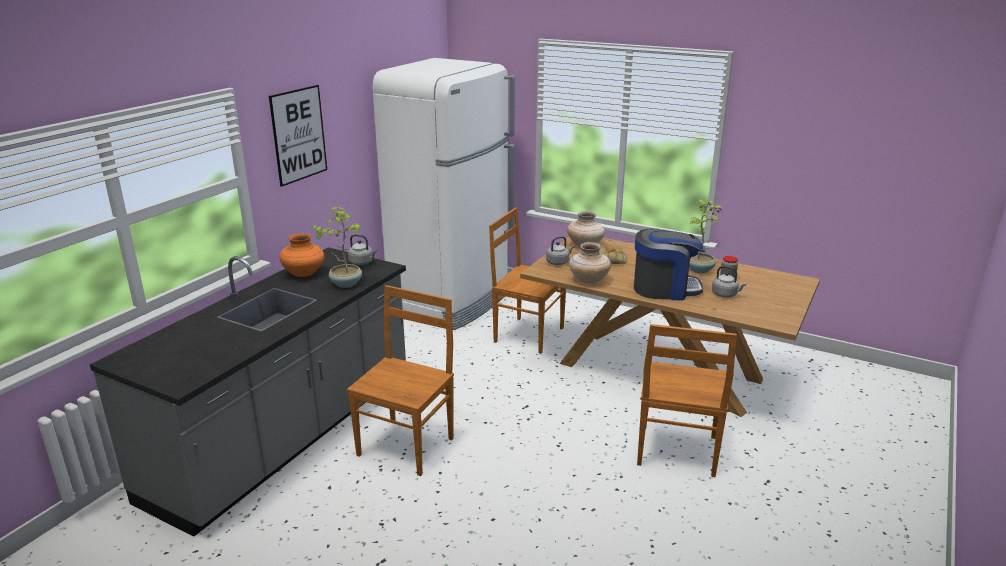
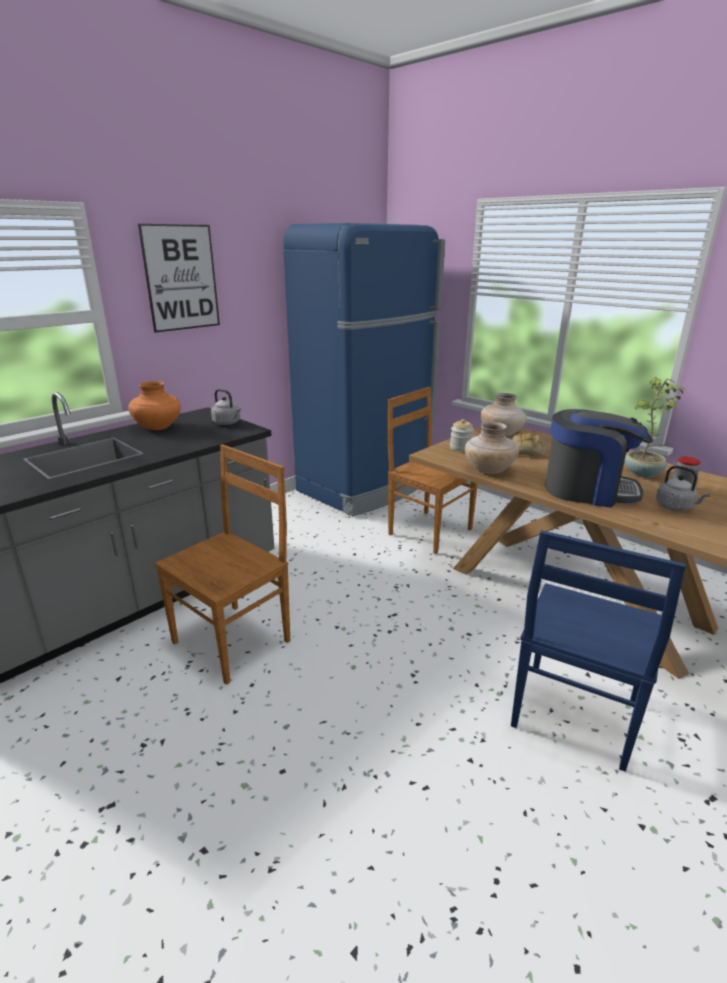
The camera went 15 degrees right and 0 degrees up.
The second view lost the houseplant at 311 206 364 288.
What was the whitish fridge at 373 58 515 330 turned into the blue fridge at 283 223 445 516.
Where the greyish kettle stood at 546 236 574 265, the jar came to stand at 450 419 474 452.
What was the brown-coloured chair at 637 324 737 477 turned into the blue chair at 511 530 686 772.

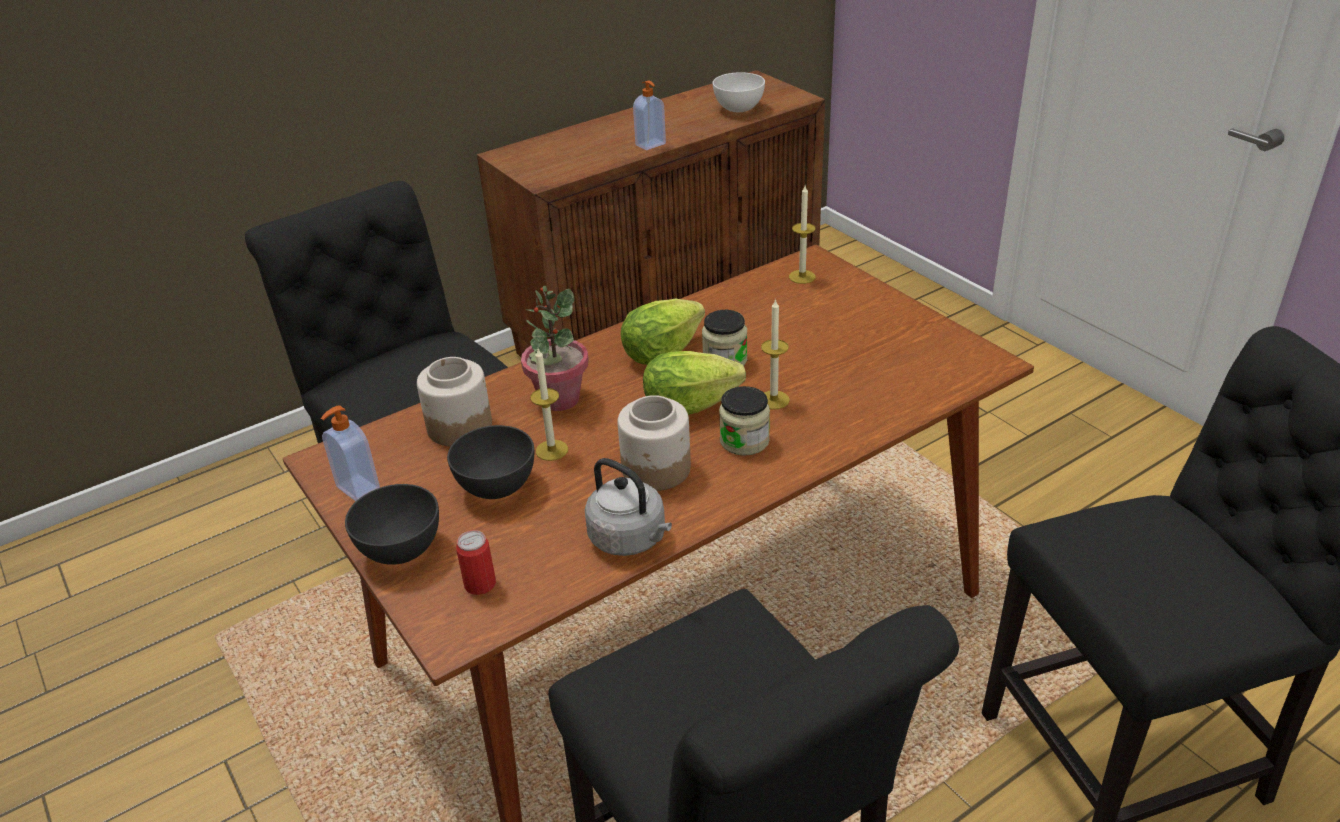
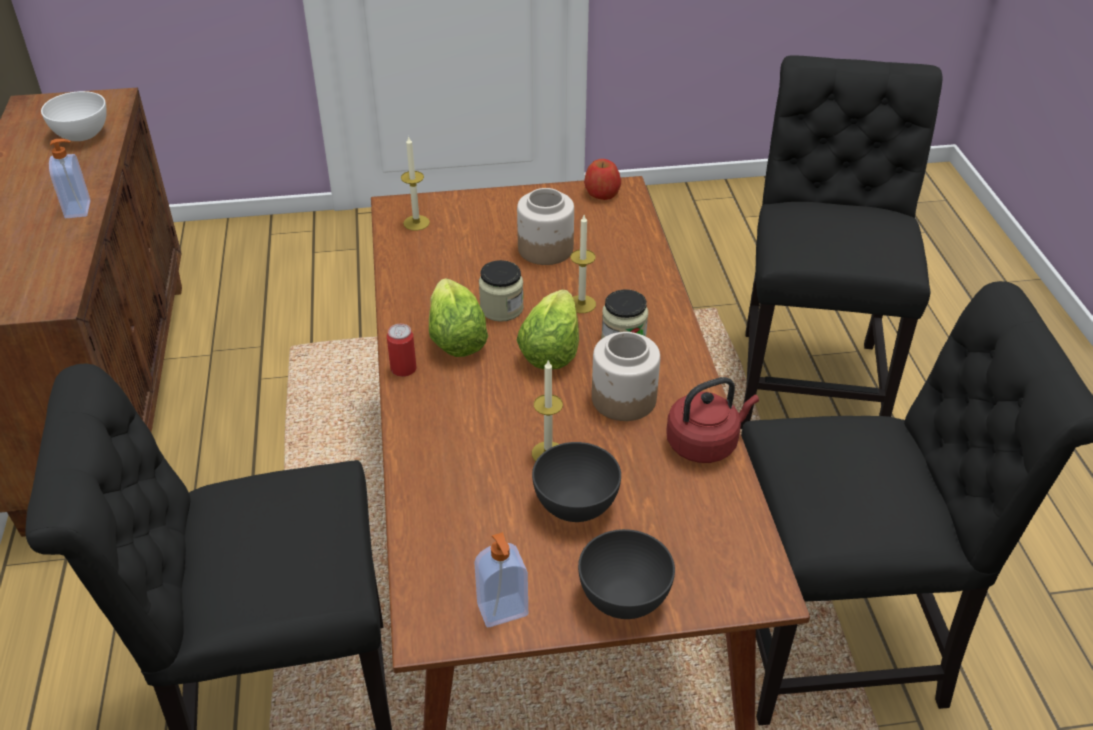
The camera went 65 degrees left and 5 degrees up.
The jar ended up elsewhere, having gone from 417 357 492 447 to 517 188 574 265.
The can ended up elsewhere, having gone from 456 530 496 595 to 387 324 417 377.
The second view lost the houseplant at 521 286 589 411.
What was the greyish kettle at 585 458 672 556 turned into the red kettle at 666 377 759 463.
The second view gained the apple at 584 159 621 200.

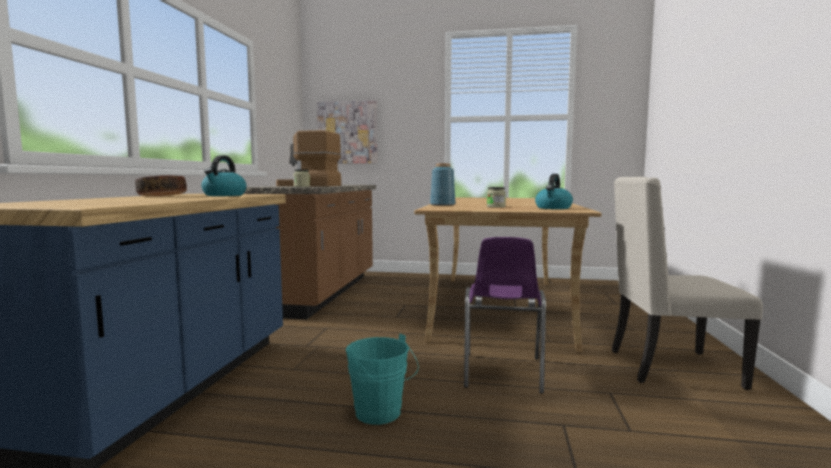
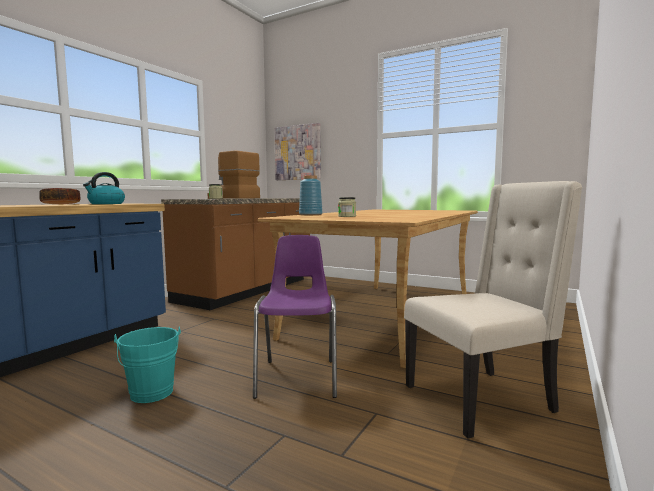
The camera went 20 degrees right and 0 degrees up.
The purple-coloured chair at 464 237 546 394 ended up facing another way, 150 degrees clockwise from before.
The second view lost the kettle at 535 174 573 209.
The beige-coloured chair at 612 177 763 390 ended up facing another way, 135 degrees clockwise from before.

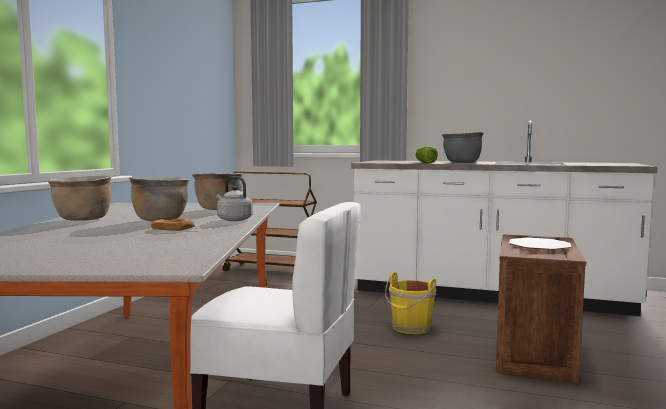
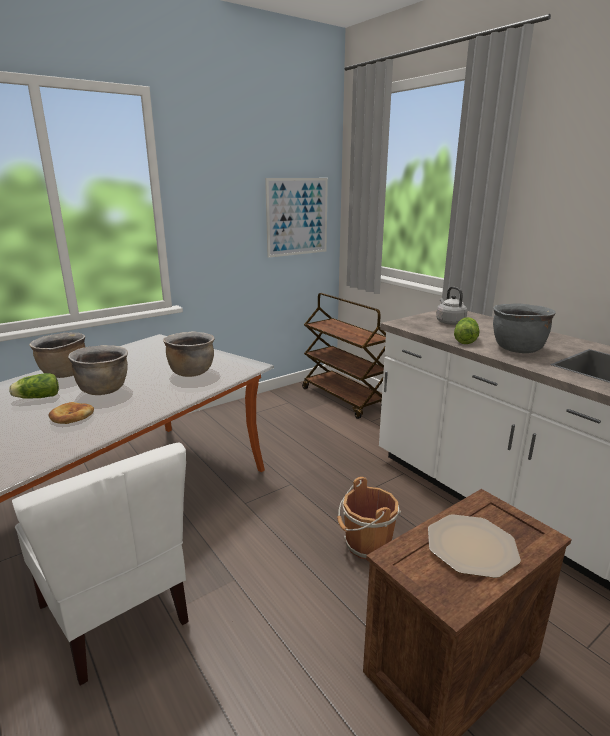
The camera went 35 degrees right and 15 degrees up.
The greyish kettle ended up elsewhere, having gone from 216 176 253 221 to 436 286 468 325.
What was the yellow water bucket at 385 272 436 334 turned into the brown-coloured water bucket at 337 477 401 559.
The second view gained the lettuce head at 9 373 59 399.
The second view gained the wall picture at 265 178 328 258.

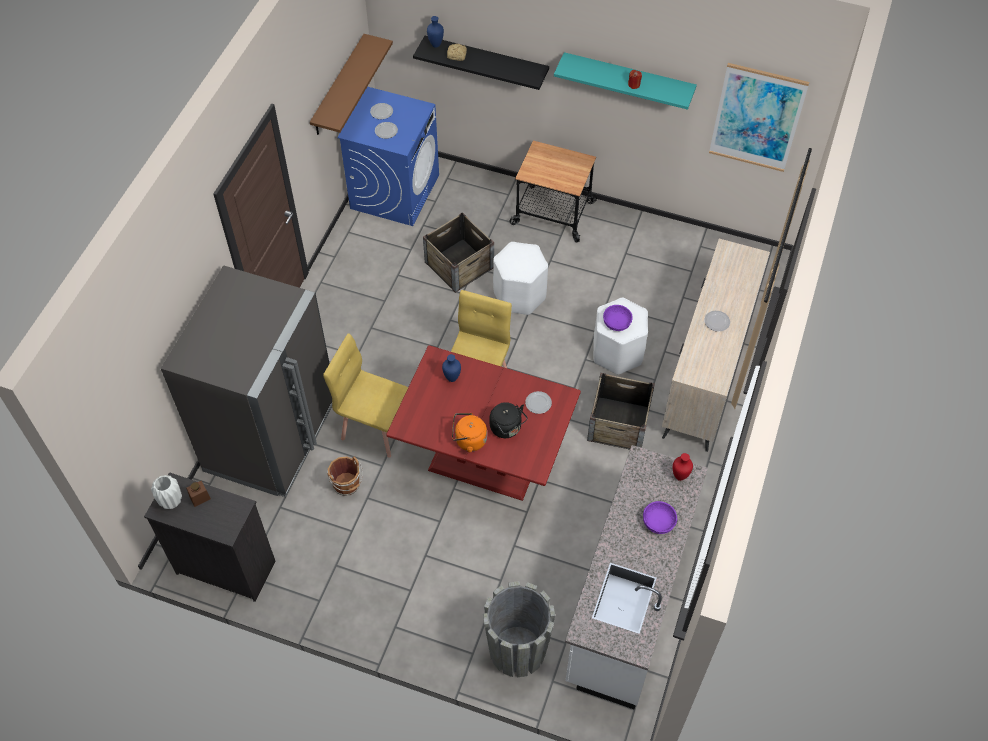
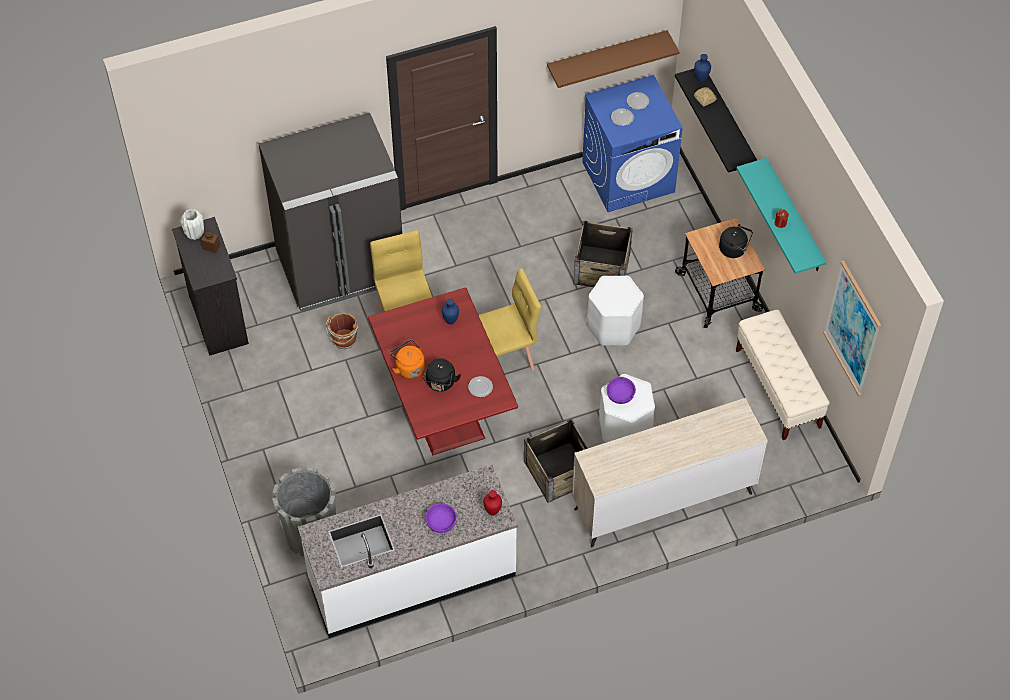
The camera went 50 degrees right and 0 degrees up.
The second view lost the dinner plate at 704 311 730 332.
The second view gained the black kettle at 719 224 753 258.
The second view gained the beige-coloured indoor bench at 736 310 830 440.

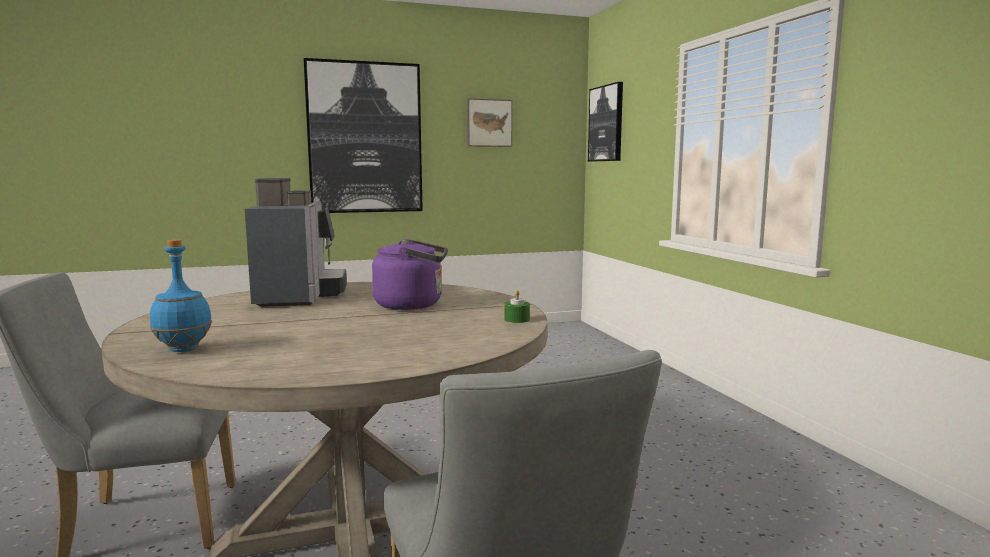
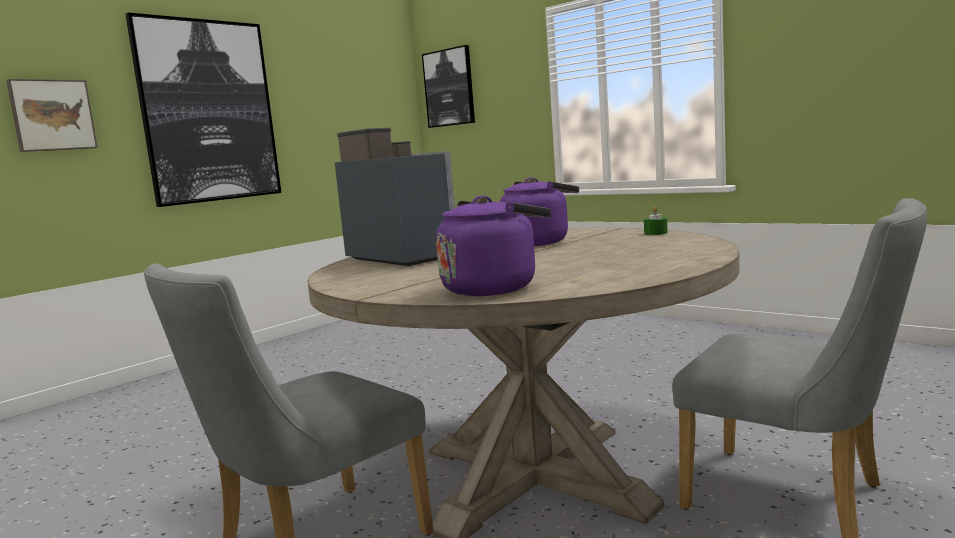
The camera went 30 degrees left and 0 degrees up.
Where the blue beverage bottle stood at 150 239 212 352, the purple-coloured kettle came to stand at 436 195 551 296.
The wall picture ended up elsewhere, having gone from 467 98 512 147 to 6 79 98 152.

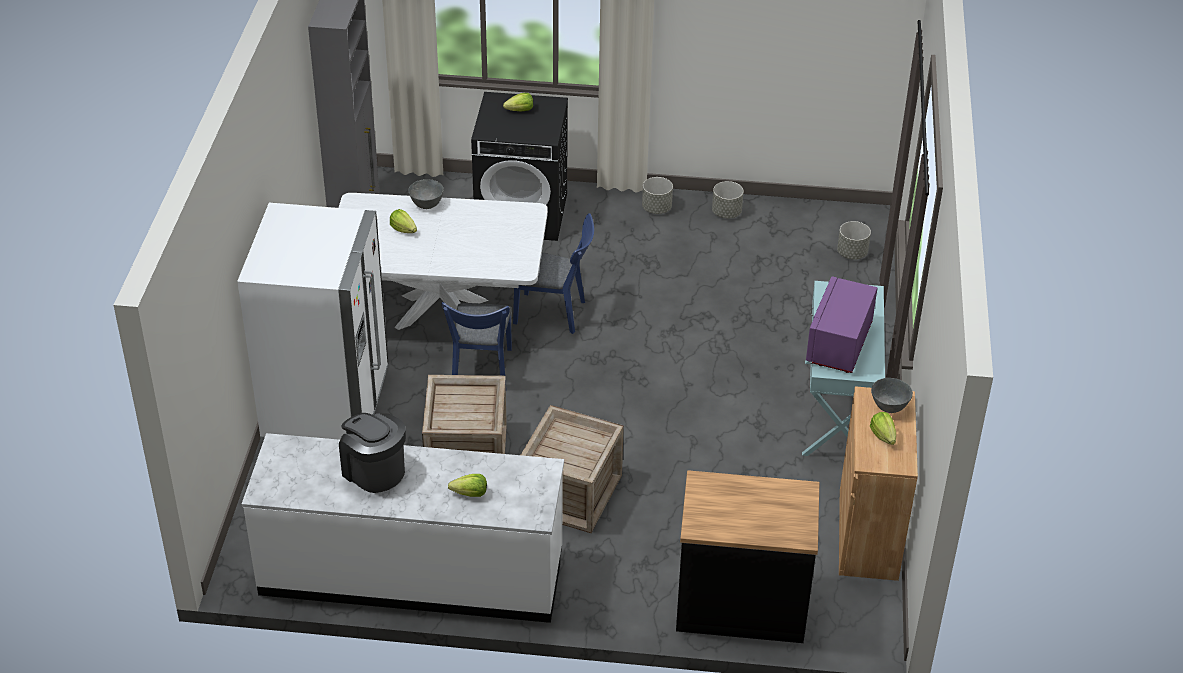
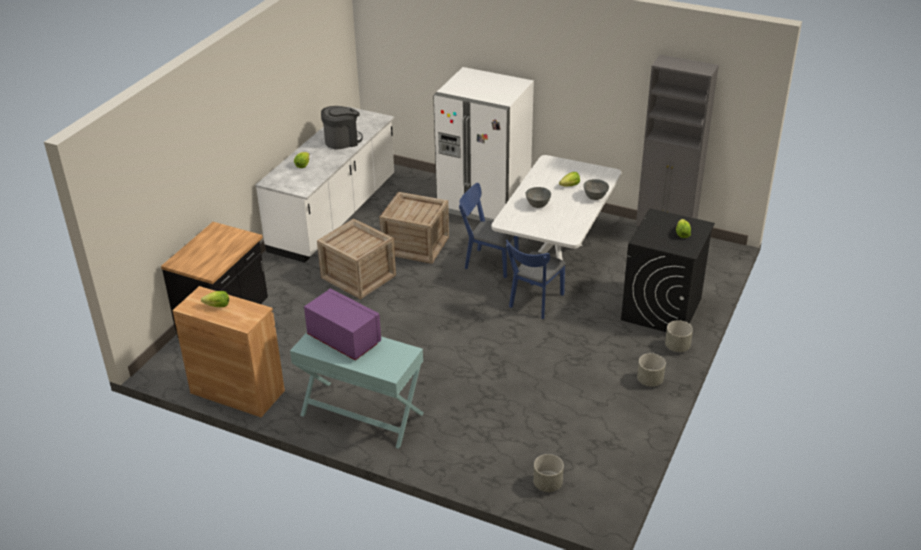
The camera went 110 degrees right and 5 degrees down.
The greyish flower pot ended up elsewhere, having gone from 712 181 744 218 to 665 320 693 352.
The greyish bowl ended up elsewhere, having gone from 871 378 913 413 to 526 187 551 208.

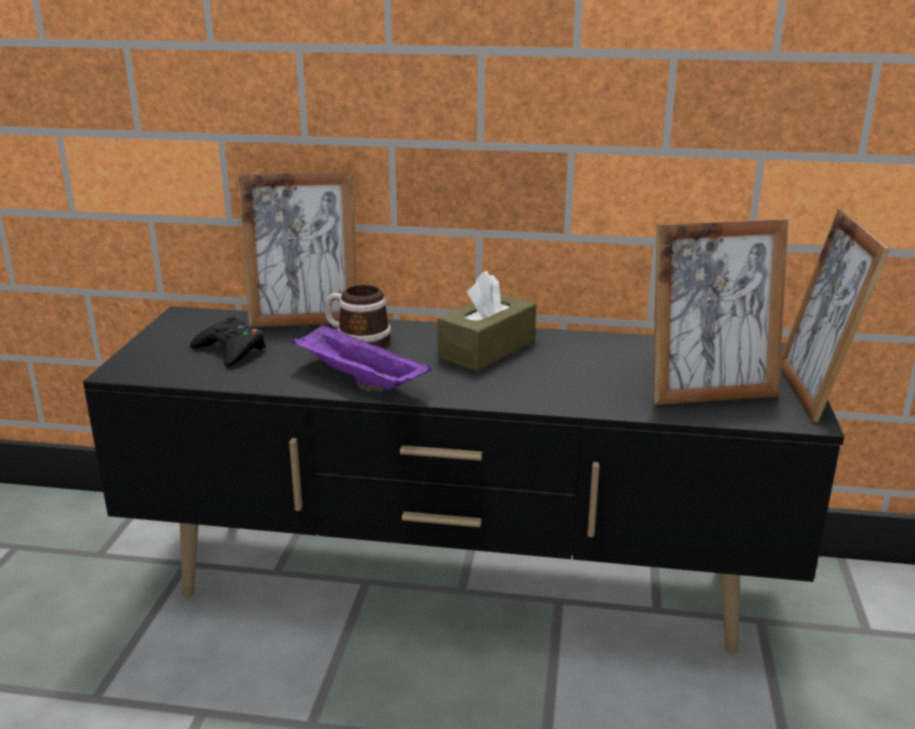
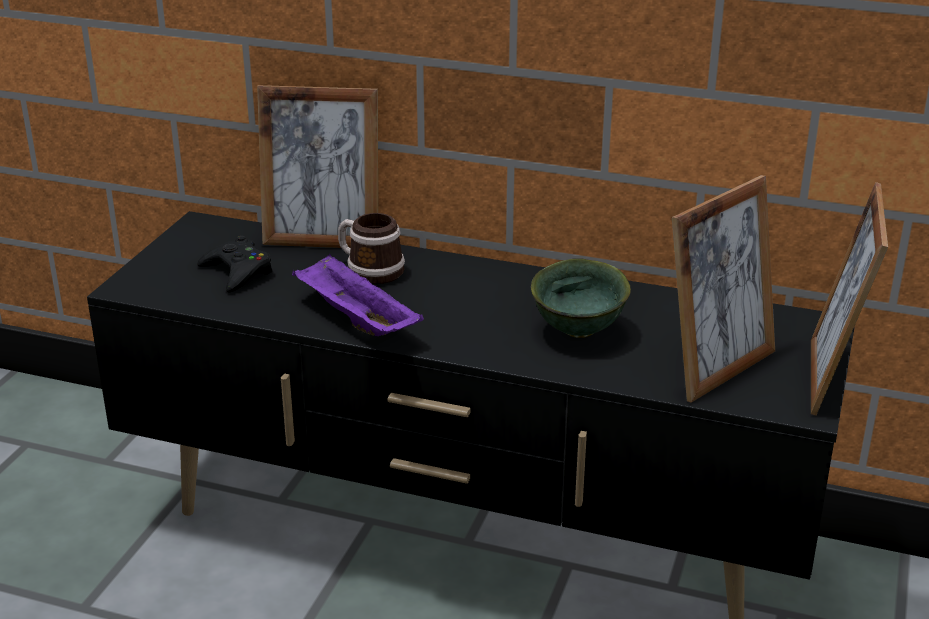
The camera went 10 degrees right and 5 degrees up.
The second view lost the brown-coloured tissue box at 437 271 536 371.
The standing frame at 653 219 788 405 ended up facing another way, 45 degrees counterclockwise from before.
The second view gained the green-coloured bowl at 531 259 631 338.

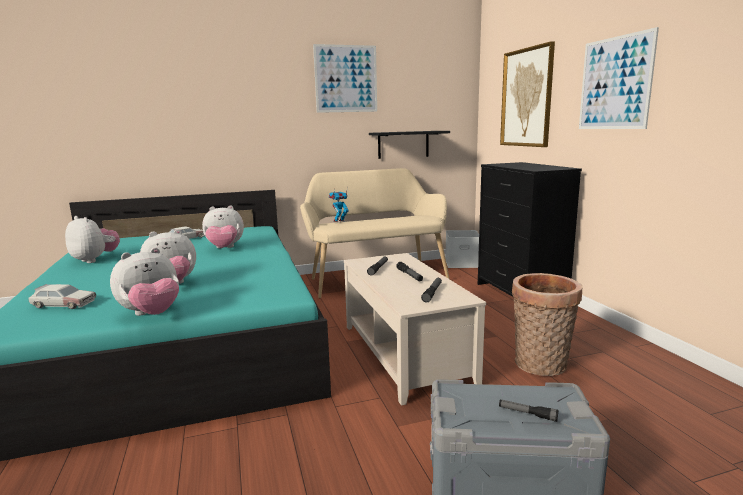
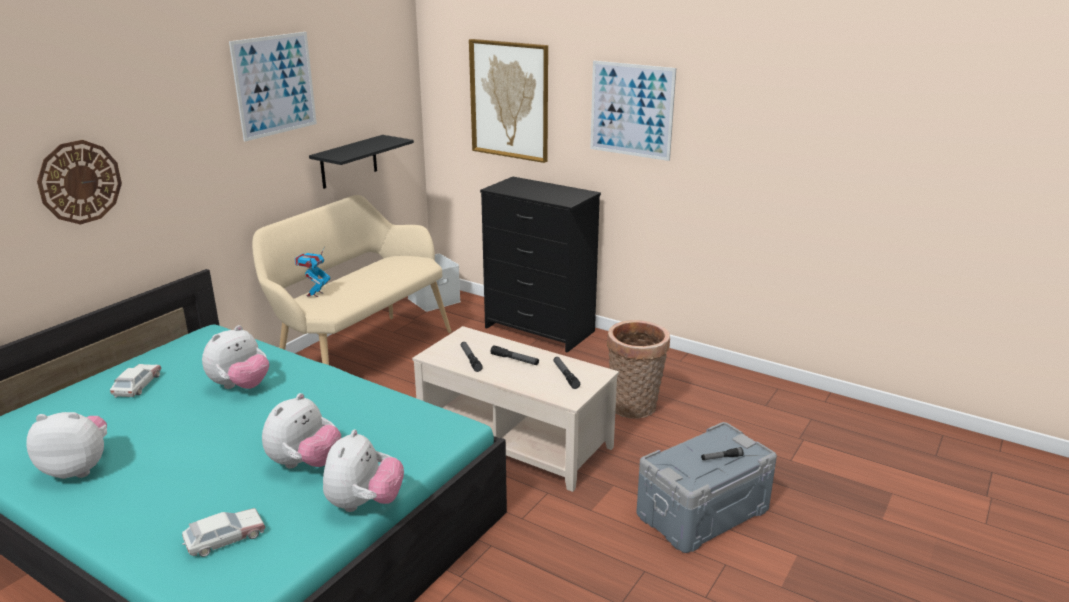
The camera went 40 degrees left and 10 degrees up.
The second view gained the wall clock at 37 140 122 225.

